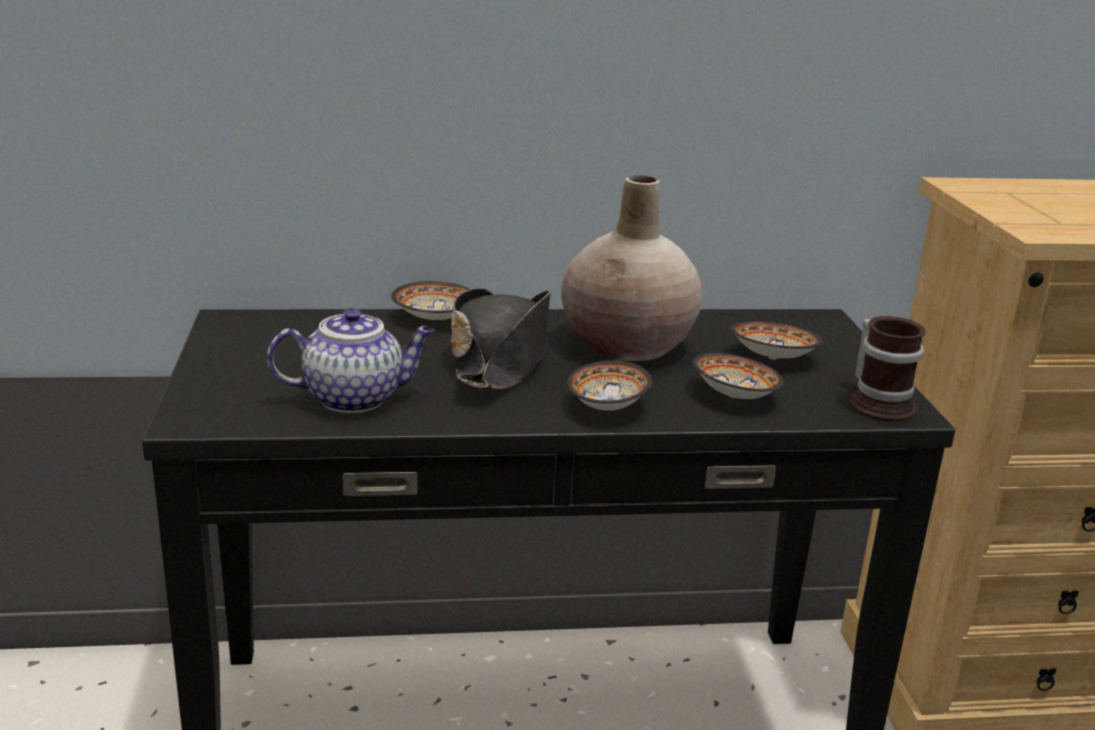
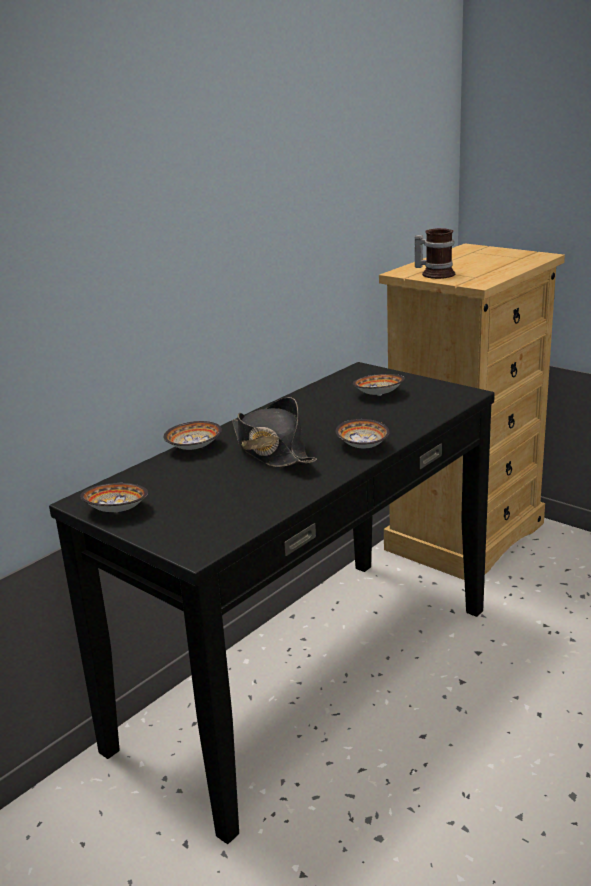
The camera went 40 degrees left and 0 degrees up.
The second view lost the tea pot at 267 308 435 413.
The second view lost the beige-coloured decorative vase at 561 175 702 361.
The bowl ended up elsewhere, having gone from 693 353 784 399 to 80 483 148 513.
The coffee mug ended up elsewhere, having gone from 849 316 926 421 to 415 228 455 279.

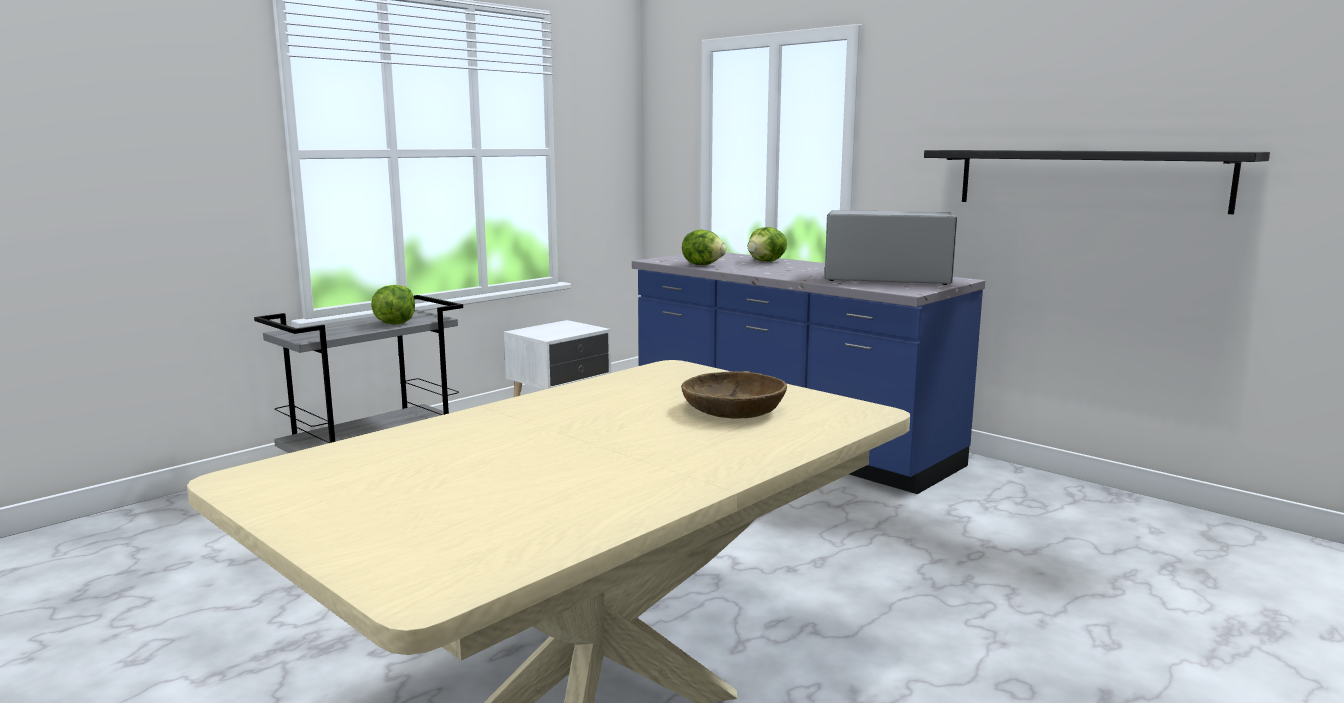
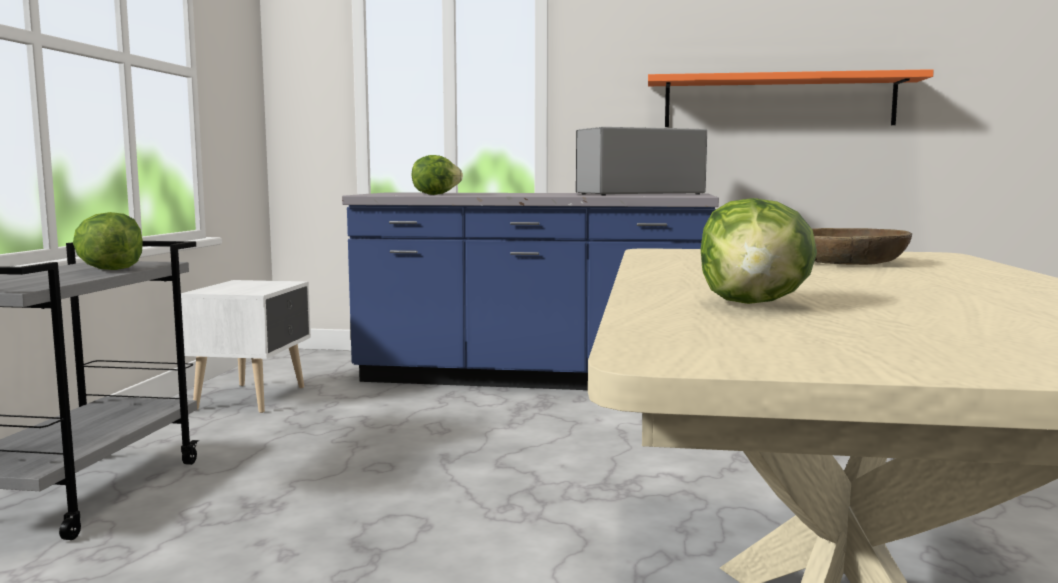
The camera went 35 degrees left and 5 degrees down.
The lettuce head ended up elsewhere, having gone from 748 227 787 262 to 701 198 817 304.
What was the black bracket shelf at 924 150 1270 214 turned into the orange bracket shelf at 648 69 934 127.

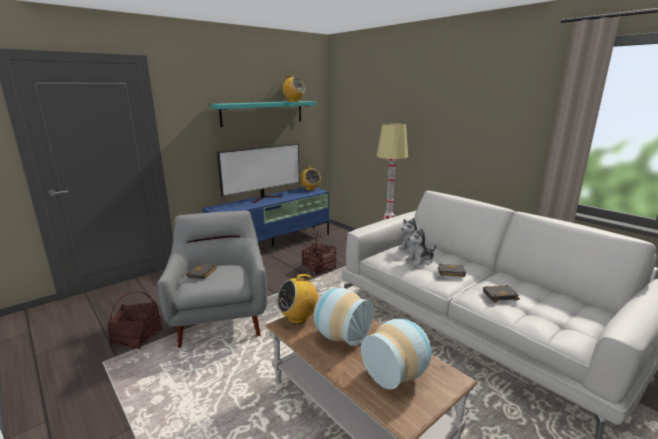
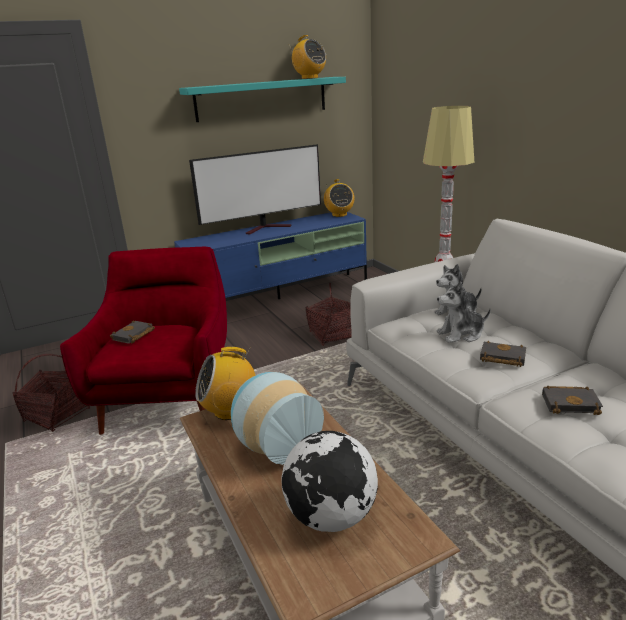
The camera went 15 degrees right and 5 degrees up.
What was the greyish lounge chair at 157 211 267 348 turned into the red lounge chair at 60 247 227 435.
Where the decorative vase stood at 361 319 431 389, the world globe came to stand at 281 431 378 532.

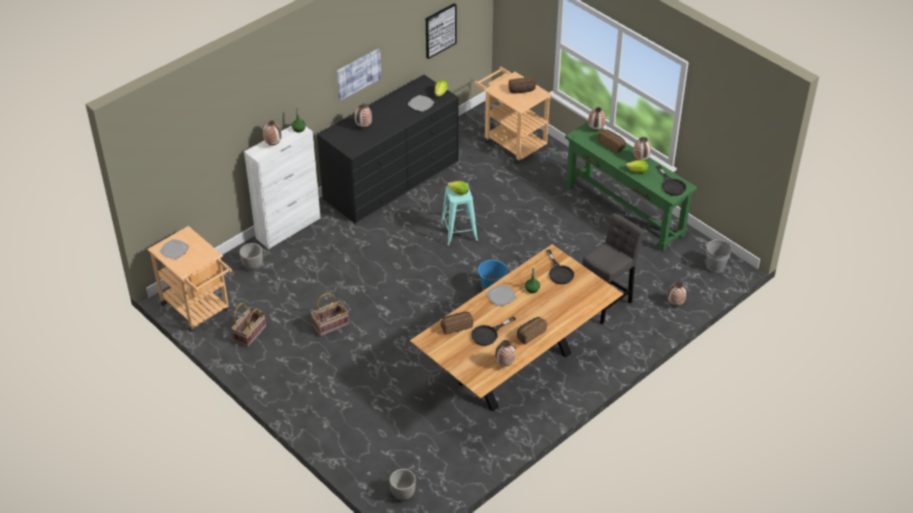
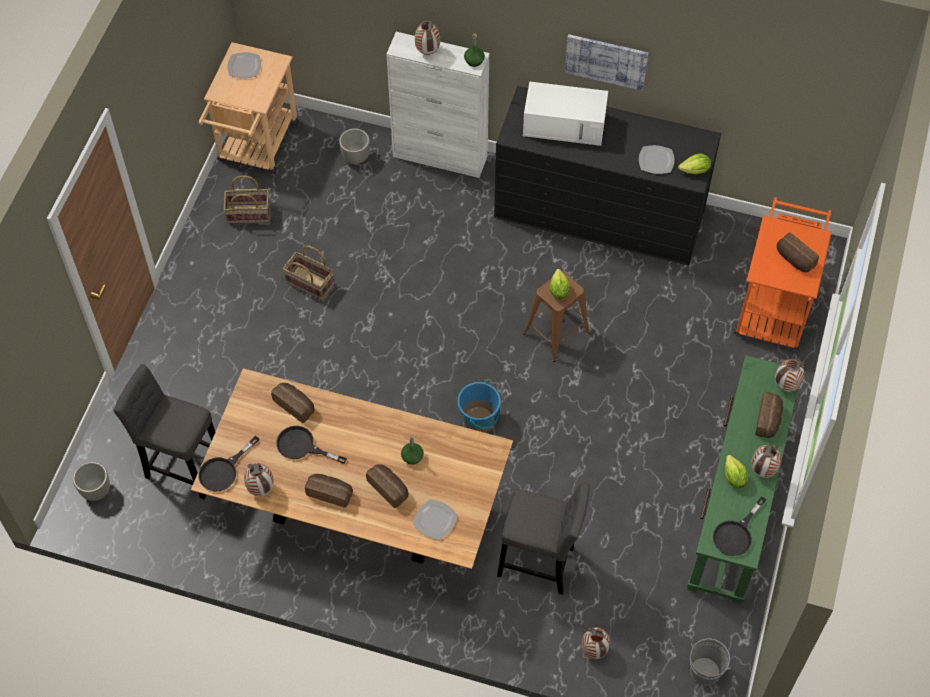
The camera went 60 degrees right and 15 degrees up.
Where the decorative vase stood at 355 104 372 128, the whitish kitchen microwave came to stand at 523 82 608 146.
The second view lost the wall picture at 426 3 456 59.
What was the turquoise-coloured stool seat at 440 183 478 246 turned into the brown-coloured stool seat at 523 271 590 362.
What was the beige-coloured cart at 474 67 552 164 turned into the orange cart at 734 197 832 350.
The dinner plate ended up elsewhere, having gone from 487 285 516 306 to 413 499 458 540.
The black pan ended up elsewhere, having gone from 546 249 574 284 to 198 436 259 491.
The second view gained the greyish stool seat at 113 364 215 499.
The second view gained the bakery bread at 366 464 408 508.

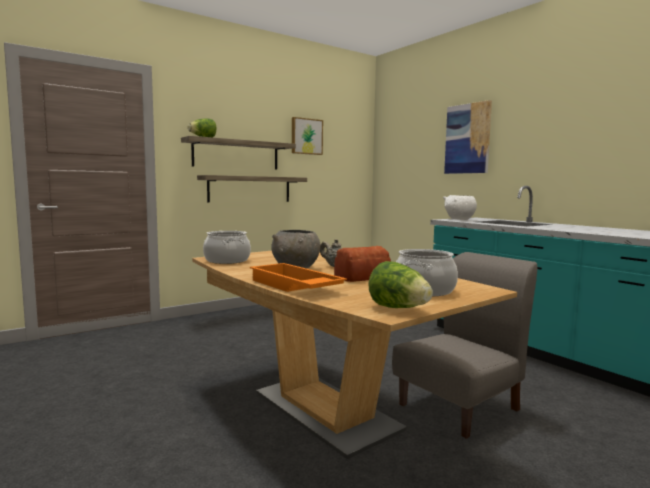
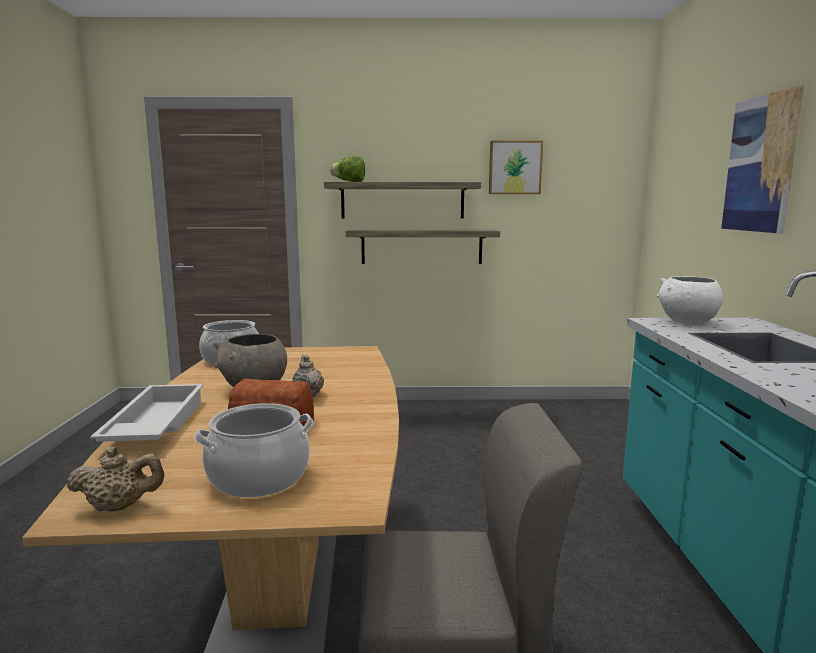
The camera went 35 degrees right and 5 degrees up.
What was the orange serving tray at 250 263 347 292 turned into the whitish serving tray at 90 384 203 442.
Where the lettuce head stood at 368 261 433 308, the beige-coloured tea pot came to stand at 66 446 164 512.

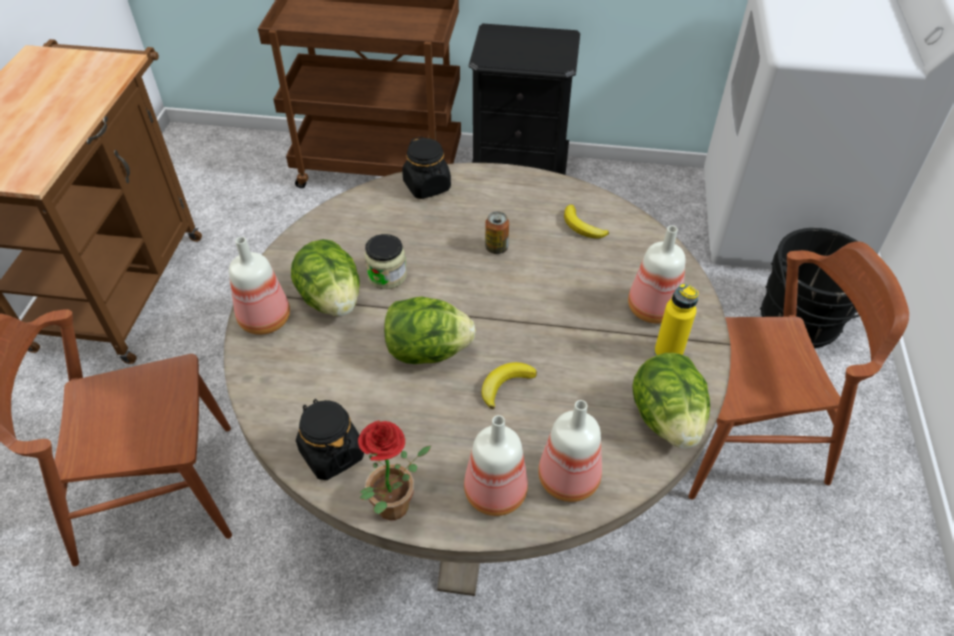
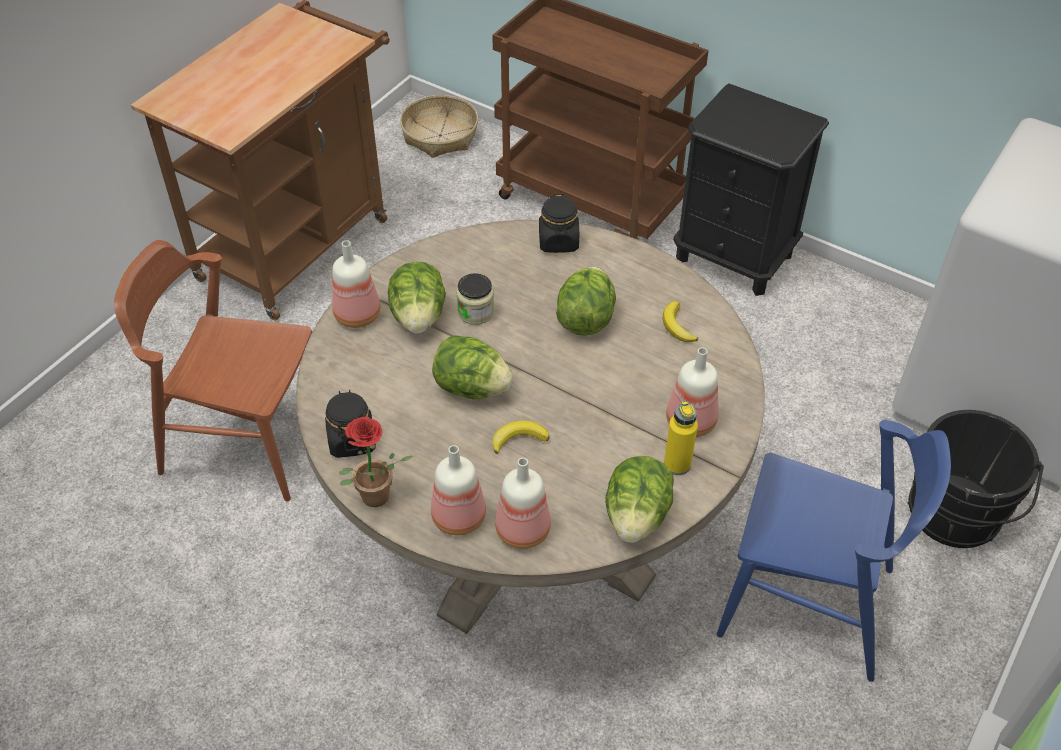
The camera went 25 degrees right and 0 degrees up.
Where the can stood at 485 212 509 254, the lettuce head came to stand at 556 267 616 335.
What was the brown-coloured chair at 689 241 909 500 turned into the blue chair at 717 420 951 682.
The second view gained the storage basket at 400 95 478 158.

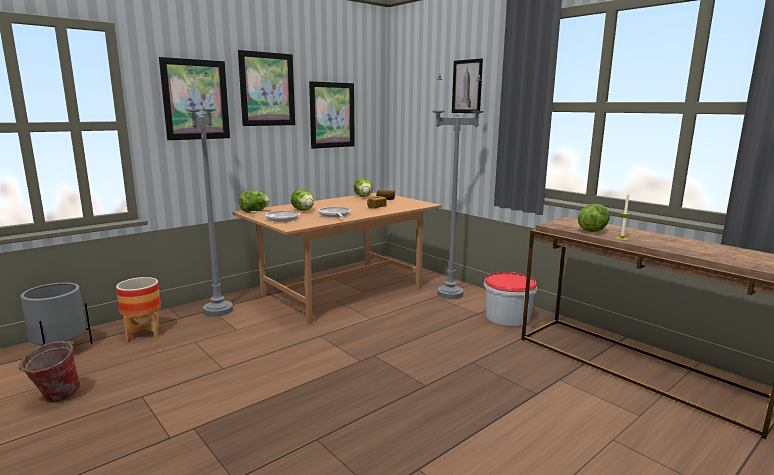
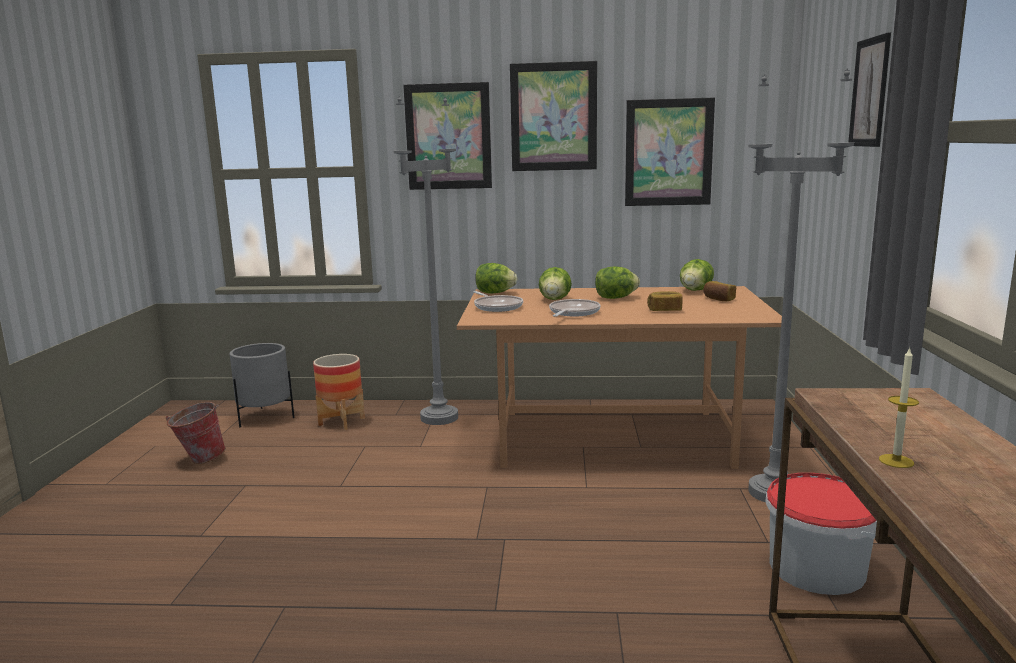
The camera went 45 degrees right and 0 degrees up.
The lettuce head ended up elsewhere, having gone from 578 204 610 232 to 595 266 640 299.

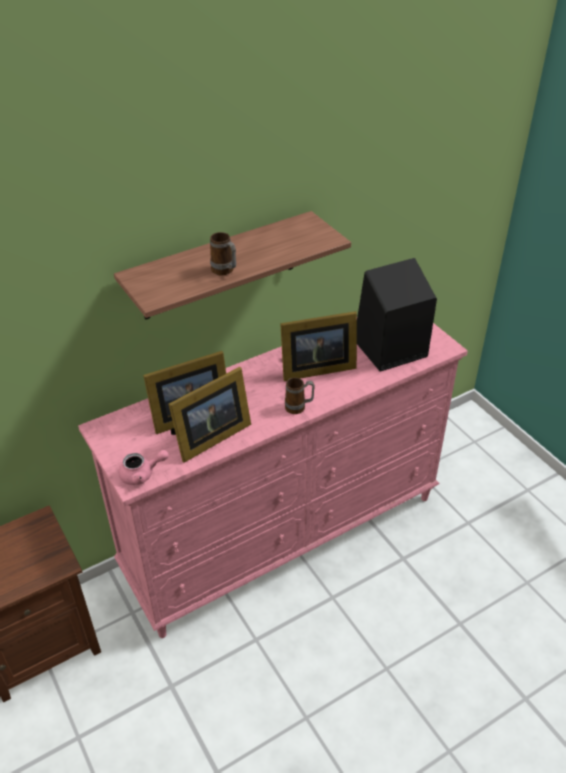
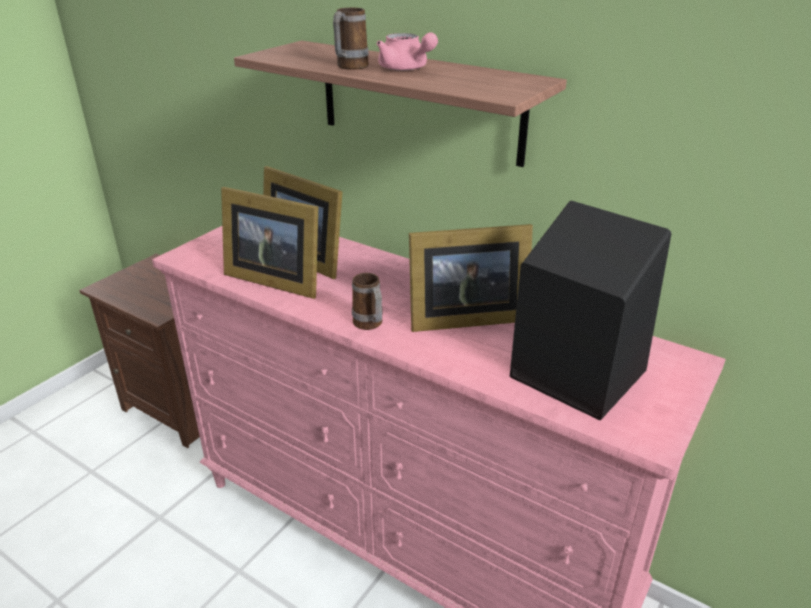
The camera went 65 degrees right and 10 degrees down.
The pinkish tea pot ended up elsewhere, having gone from 119 450 169 485 to 377 33 438 71.
The standing frame at 280 311 357 381 ended up facing another way, 60 degrees counterclockwise from before.

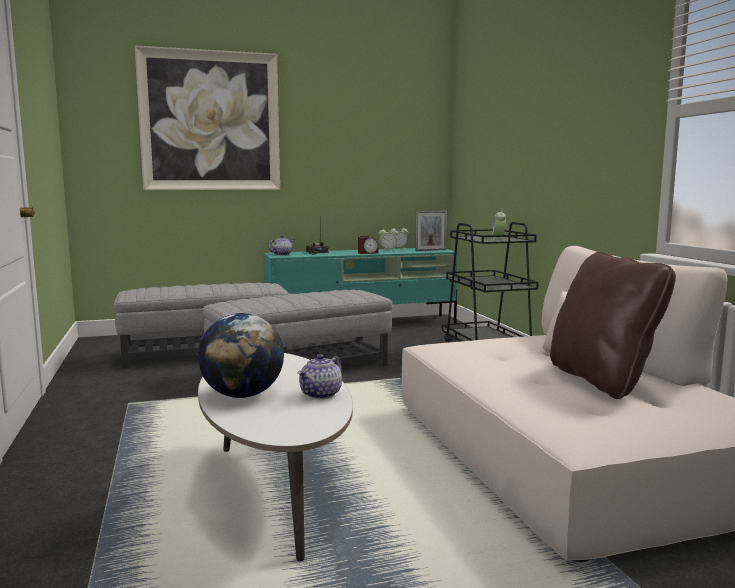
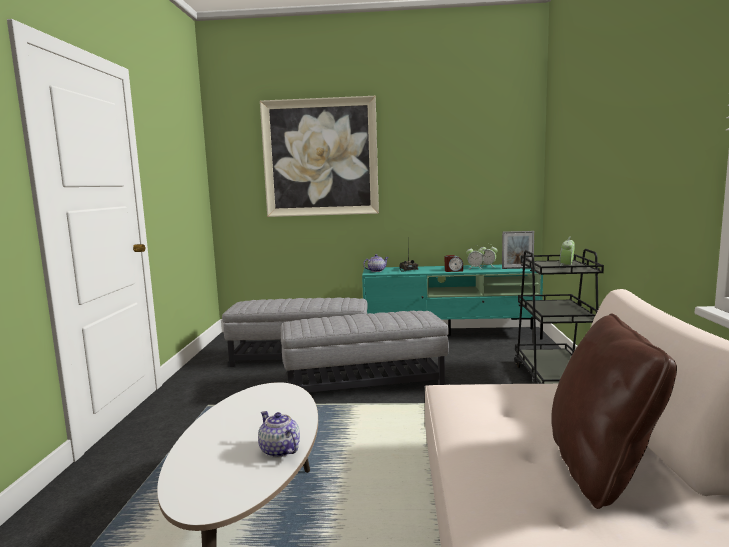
The camera went 20 degrees right and 0 degrees up.
The second view lost the world globe at 198 313 284 398.
The tea pot at 298 354 342 399 ended up facing another way, 90 degrees clockwise from before.

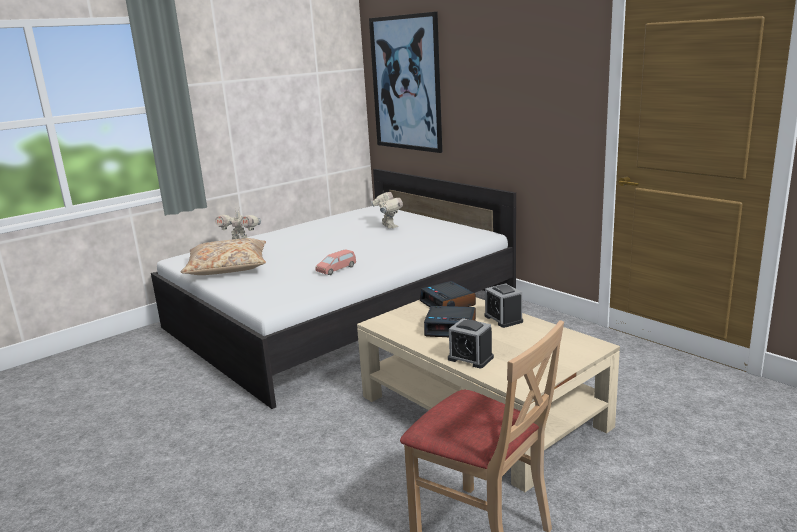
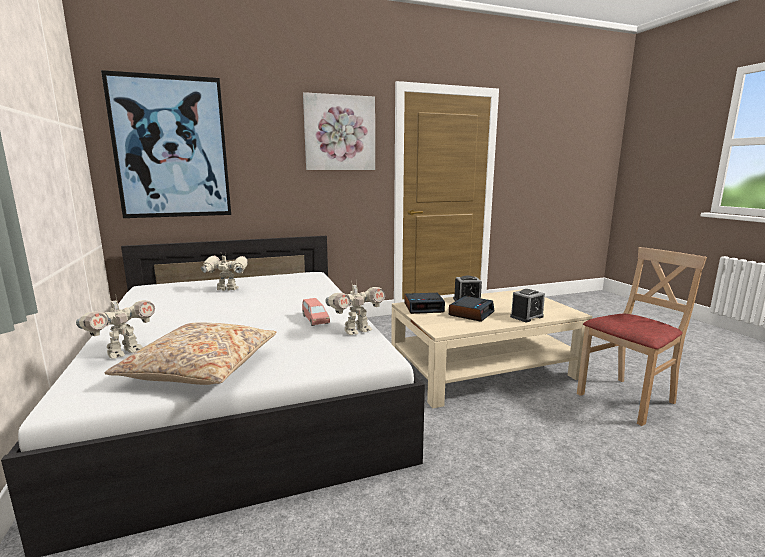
The camera went 70 degrees left and 5 degrees down.
The second view gained the wall picture at 303 92 375 170.
The second view gained the model robot at 325 281 386 335.

